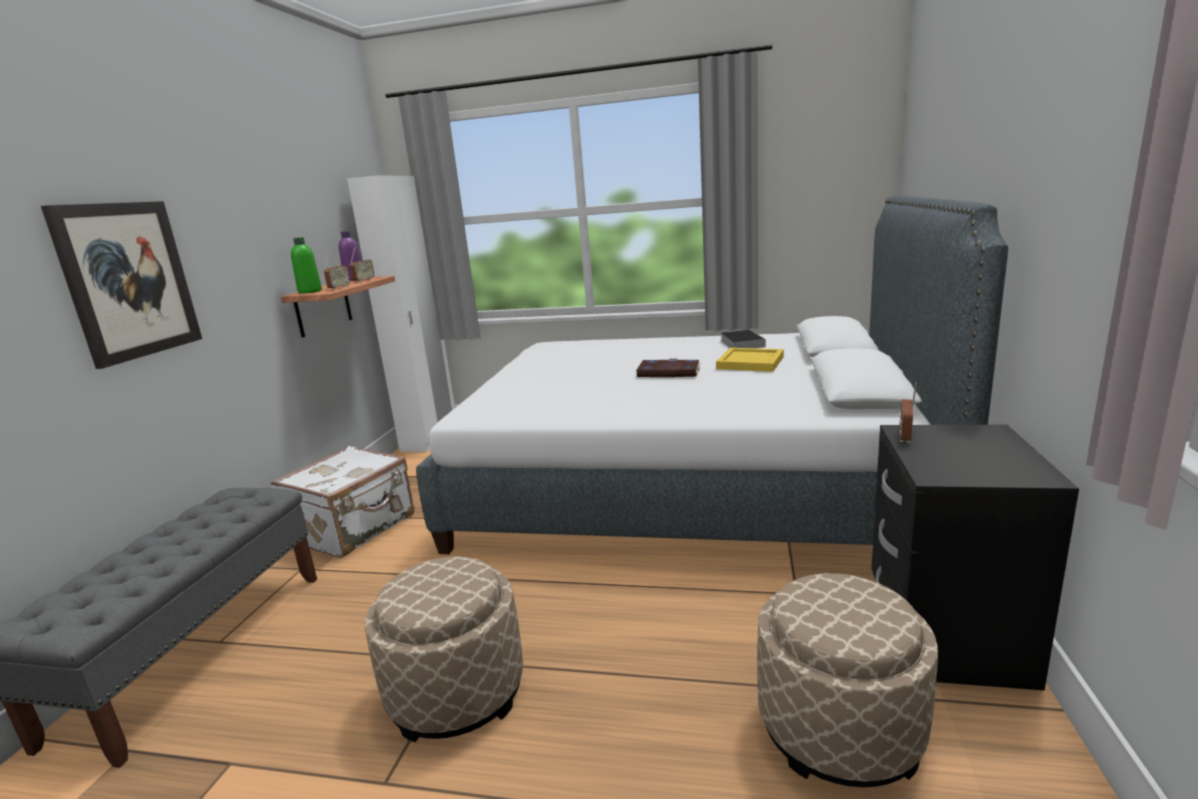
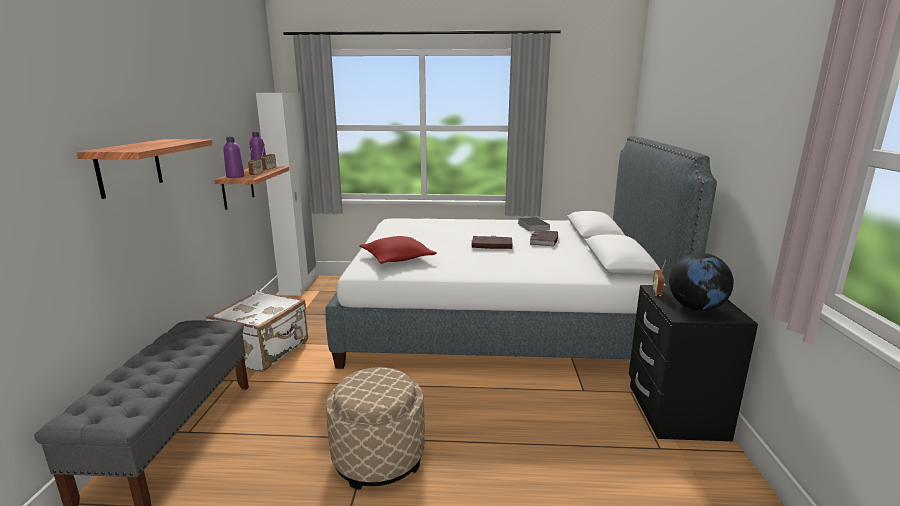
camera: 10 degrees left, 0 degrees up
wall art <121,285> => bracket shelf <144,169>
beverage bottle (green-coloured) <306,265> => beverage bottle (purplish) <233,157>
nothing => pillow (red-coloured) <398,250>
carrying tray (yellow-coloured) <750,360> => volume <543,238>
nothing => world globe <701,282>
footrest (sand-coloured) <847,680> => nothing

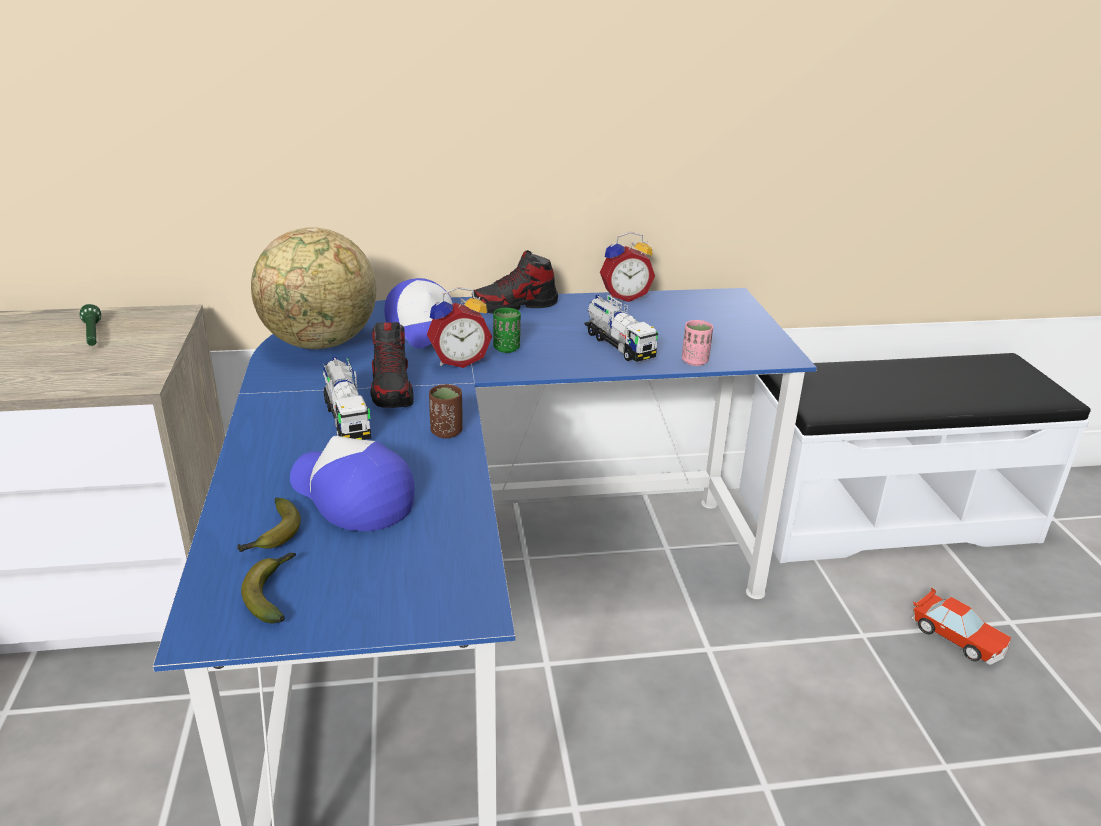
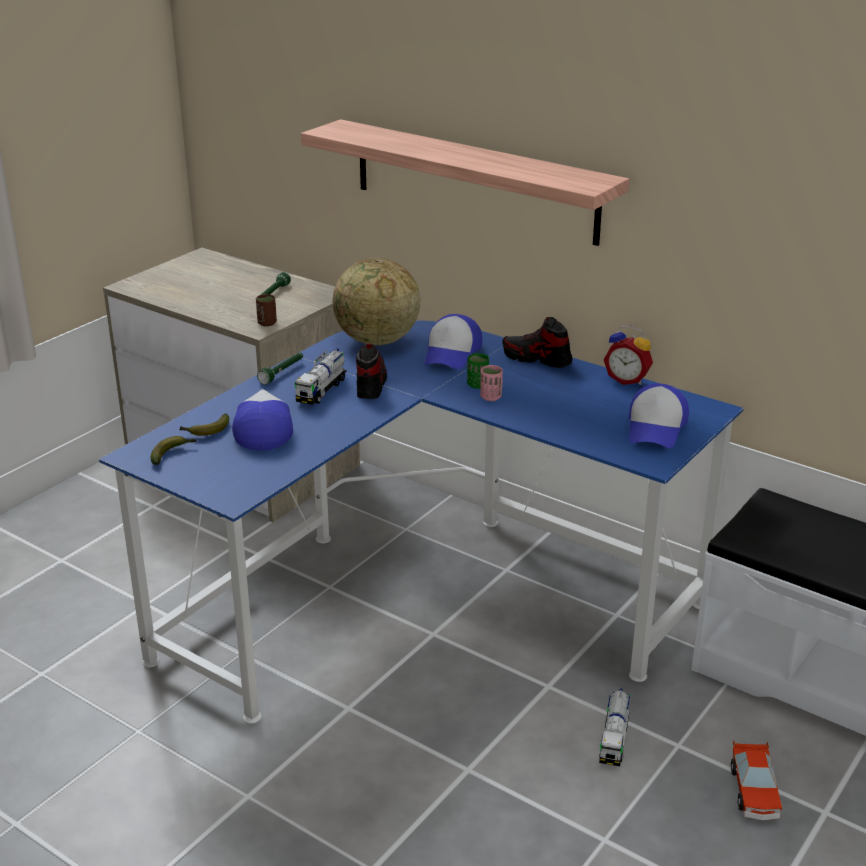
camera: 45 degrees right, 0 degrees up
small cup (brown) <445,411> => small cup (brown) <266,310>, shifted
nothing => flashlight (green-coloured) <280,369>
nothing => bracket shelf <465,182>
shoe <391,365> => shoe <371,371>, 150 degrees clockwise
small cup (pink-coloured) <697,343> => small cup (pink-coloured) <491,383>, shifted
toy truck <621,328> => toy truck <614,727>, shifted
nothing => cap <659,415>
table clock <459,327> => nothing

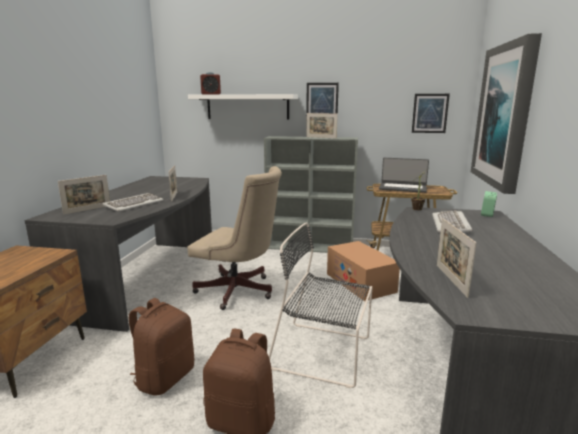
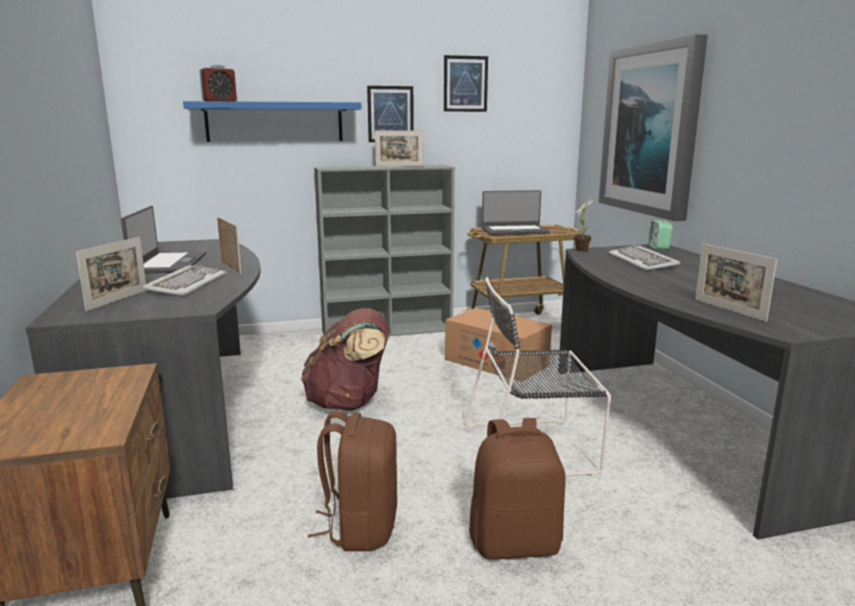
camera: 25 degrees left, 0 degrees up
nothing => portable computer <163,239>
bracket shelf (white) <243,107> => bracket shelf (blue-coloured) <272,121>
desk chair (sand-coloured) <234,238> => backpack (brown) <345,359>
wall art <431,113> => wall art <466,83>, shifted

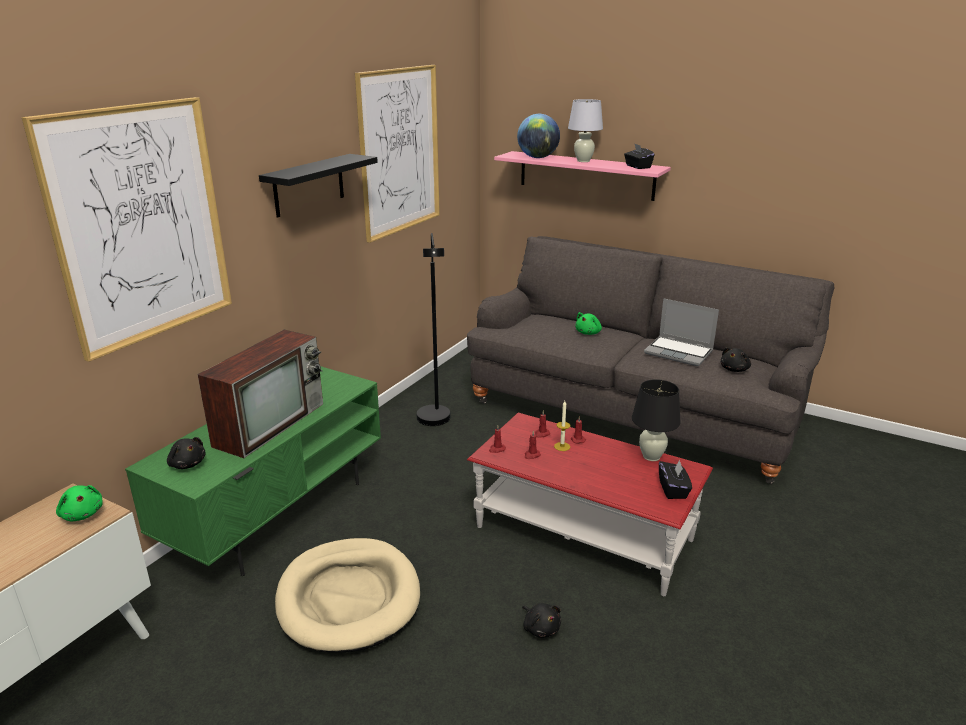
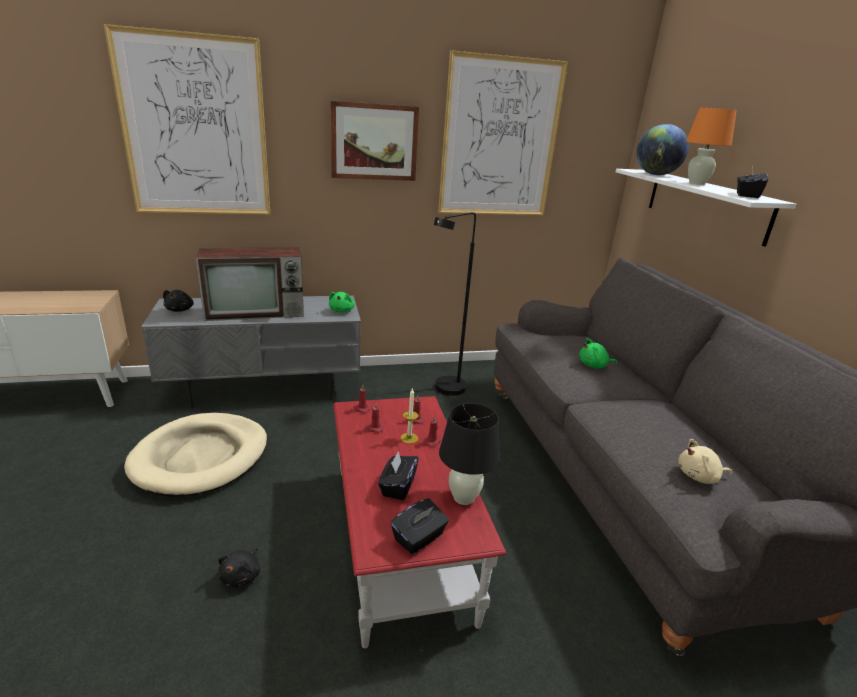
camera: 45 degrees right, 0 degrees up
tv stand (green-coloured) <253,471> => tv stand (greyish) <251,352>
cuddly toy (green-coloured) <79,503> => cuddly toy (green-coloured) <342,302>, shifted
bracket shelf (blackish) <318,186> => wall art <374,141>
nothing => tissue holder (blackish) <398,475>
bracket shelf (pink-coloured) <582,176> => bracket shelf (white) <706,208>
cuddly toy (blackish) <736,359> => cuddly toy (sand-coloured) <705,461>
lamp for a table (white) <585,130> => lamp for a table (orange) <711,146>
portable computer <681,332> => nothing

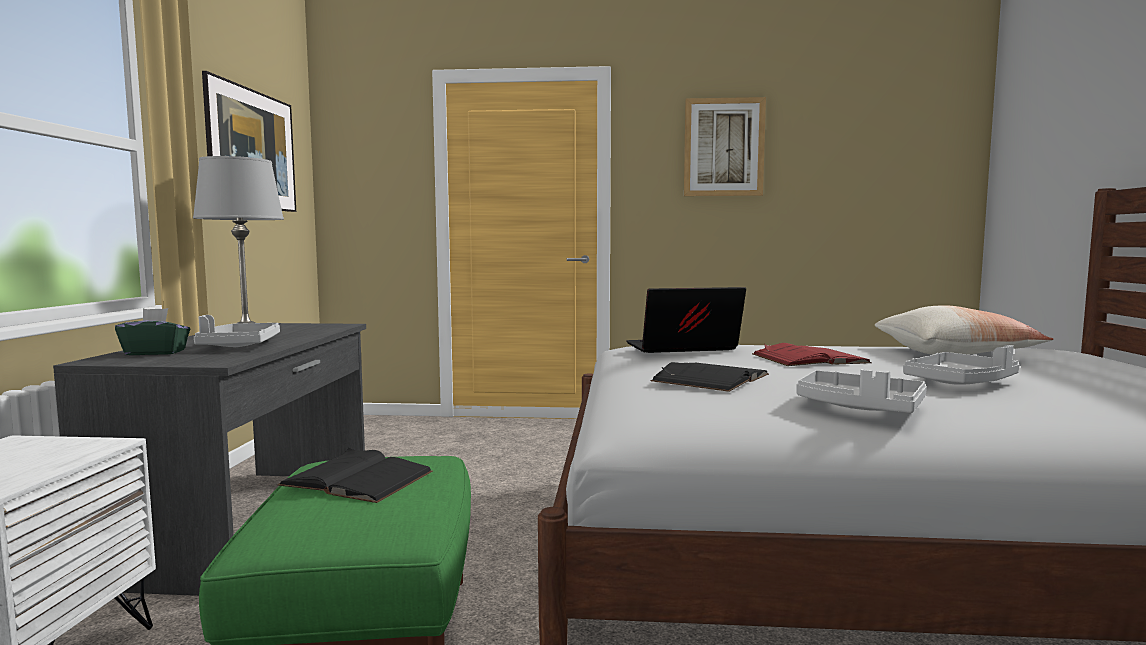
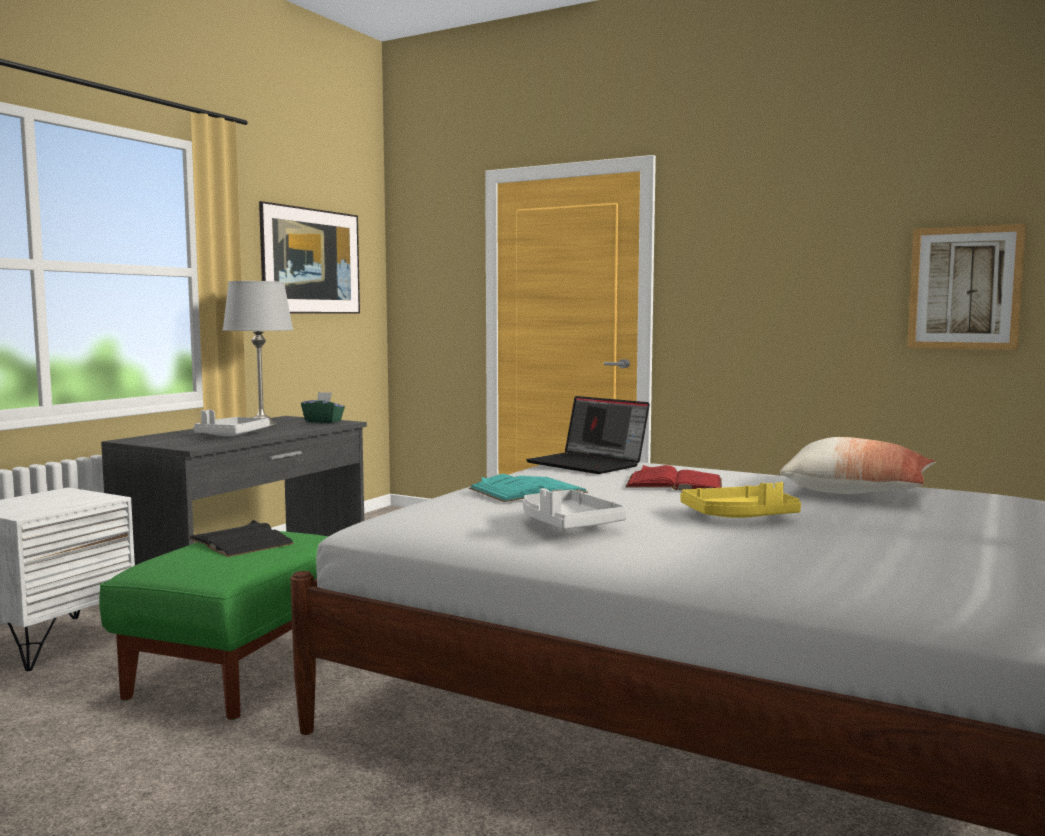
camera: 25 degrees right, 0 degrees up
tissue holder (green-coloured) <152,331> => tissue holder (green-coloured) <323,407>, shifted
volume (blackish) <710,377> => volume (turquoise-coloured) <528,488>
portable computer <686,320> => portable computer <588,435>, 150 degrees counterclockwise
carrying tray (greyish) <961,365> => carrying tray (yellow-coloured) <740,500>
wall art <725,146> => wall art <966,287>, shifted

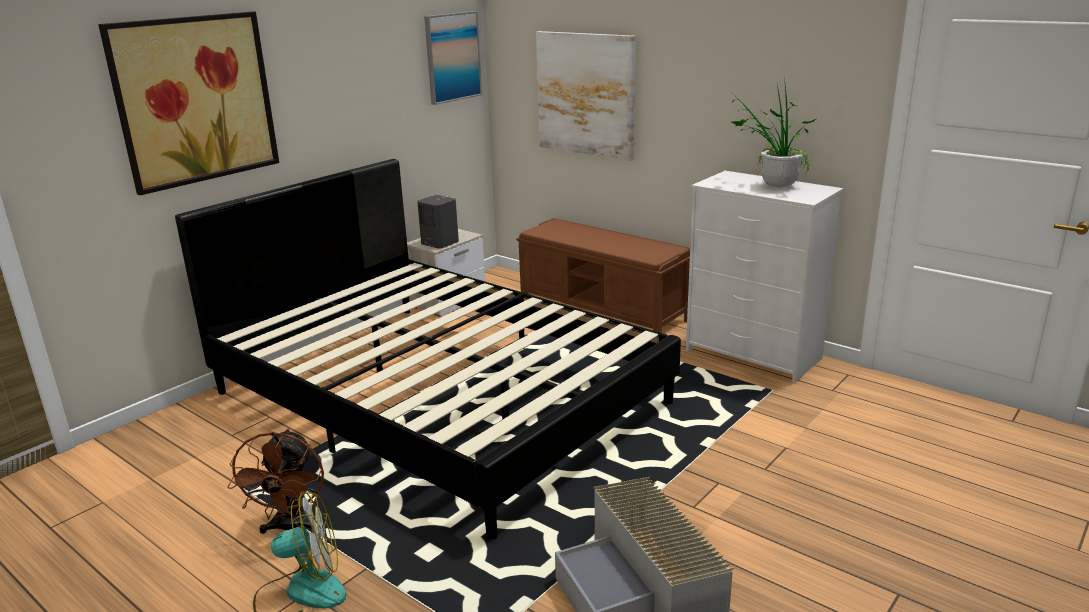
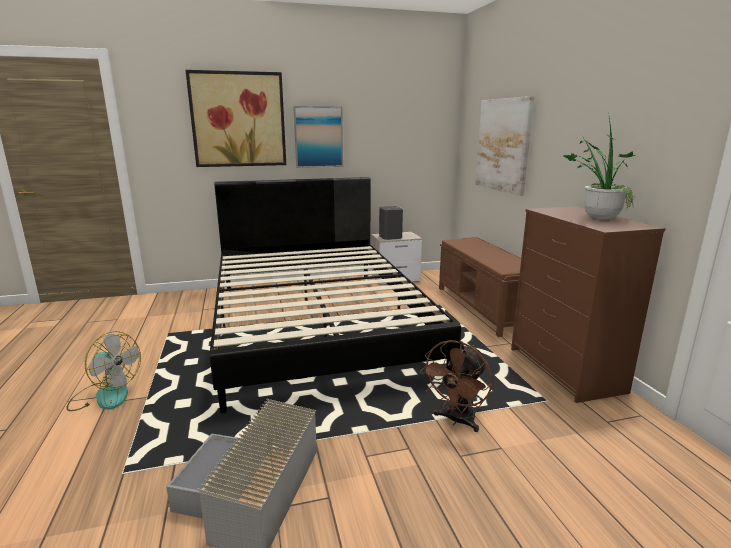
camera: 35 degrees right, 5 degrees down
wall art <453,58> => wall art <318,137>, shifted
fan (brown) <276,481> => fan (brown) <456,386>, shifted
chest of drawers (white) <764,277> => chest of drawers (brown) <588,304>

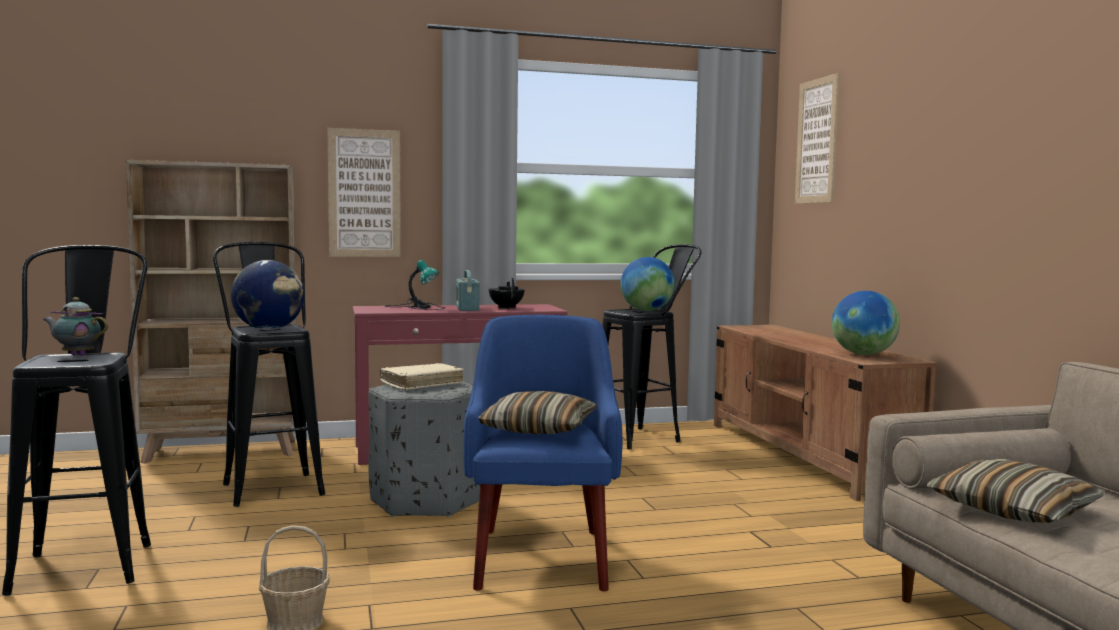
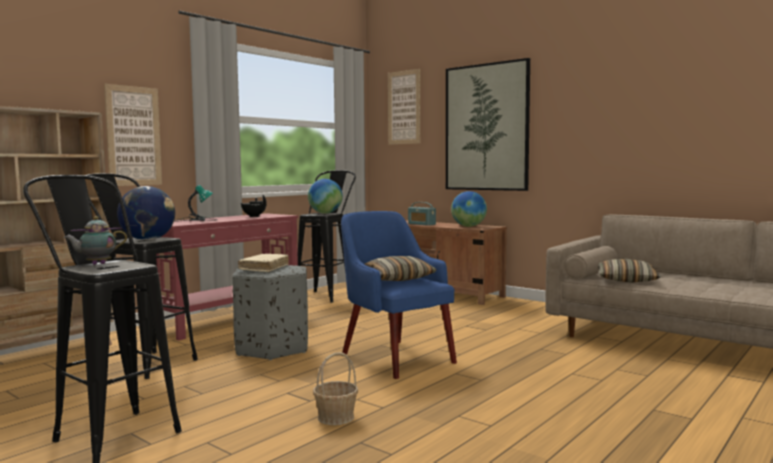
camera: 35 degrees left, 0 degrees up
radio <468,290> => radio <422,214>, shifted
nothing => wall art <488,124>

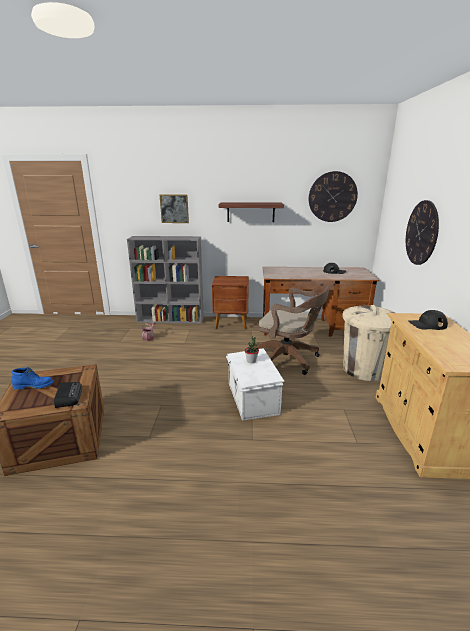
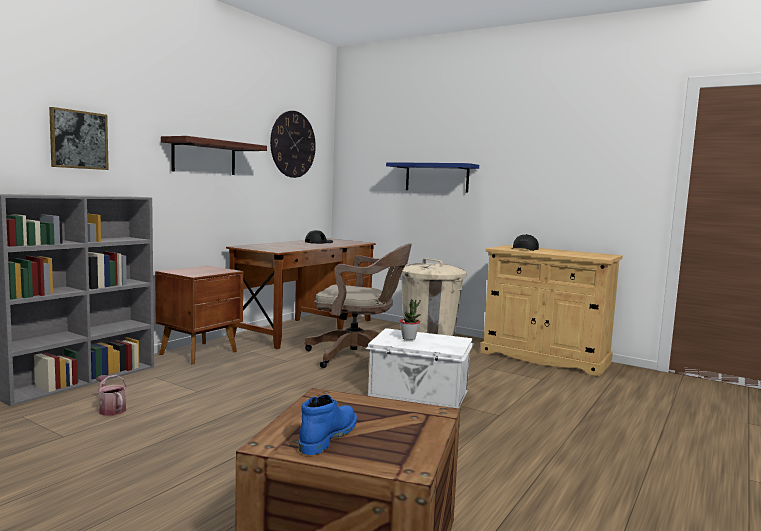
camera: 60 degrees left, 15 degrees down
desk chair (brown) <292,330> => desk chair (brown) <358,306>, 45 degrees clockwise
clock on the wall <422,232> => bracket shelf (blue-coloured) <432,177>
radio <68,395> => nothing

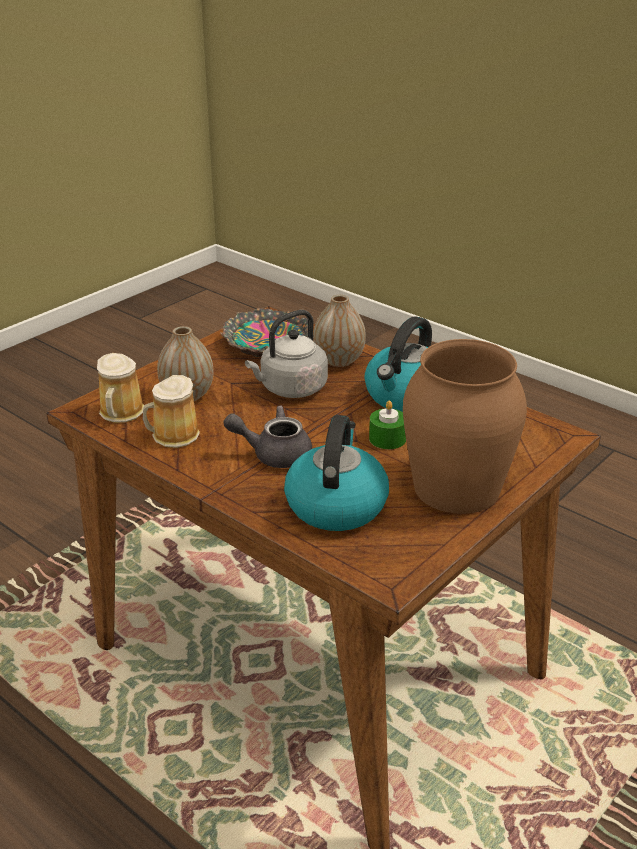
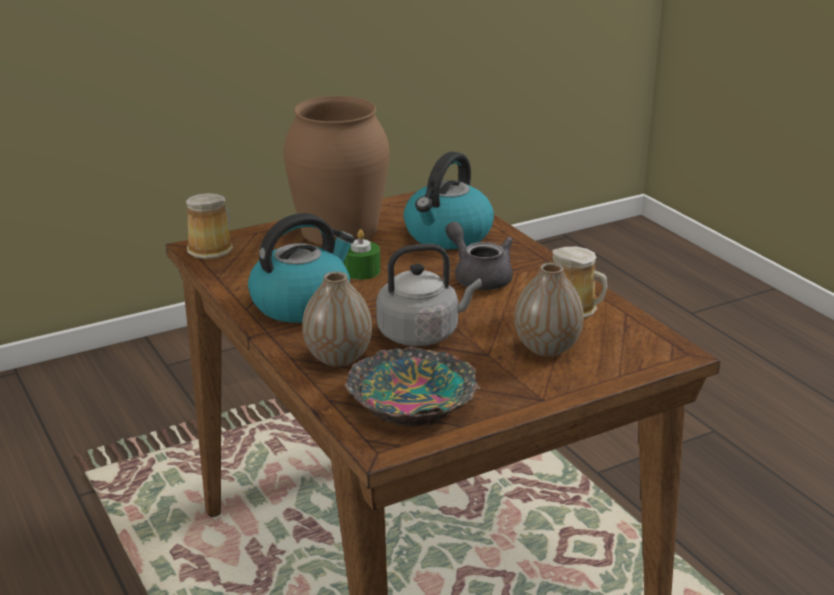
camera: 160 degrees left, 5 degrees down
coffee mug <120,388> => coffee mug <209,226>, shifted
teapot (greyish) <268,437> => teapot (greyish) <479,256>, 150 degrees counterclockwise

